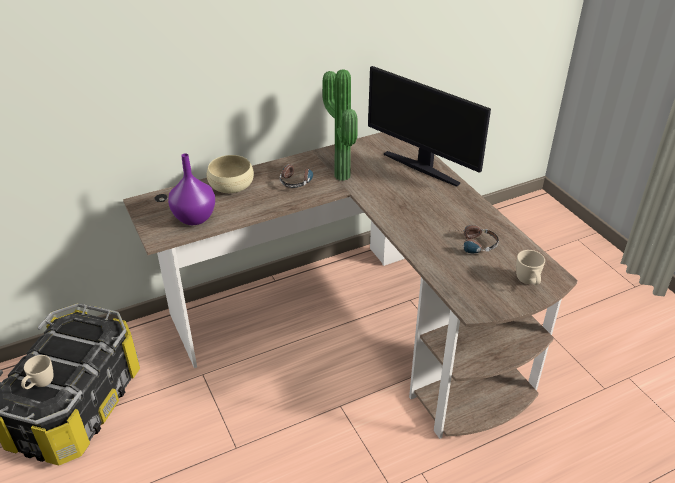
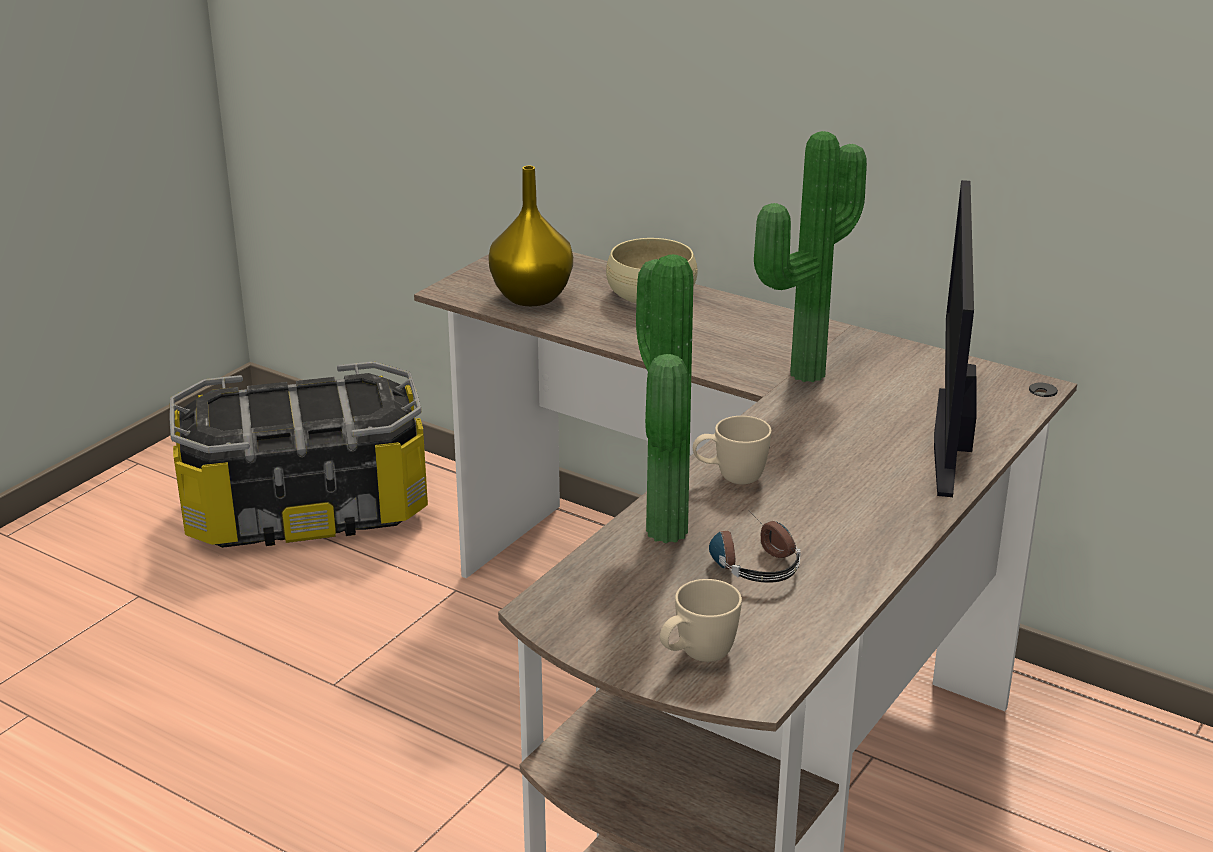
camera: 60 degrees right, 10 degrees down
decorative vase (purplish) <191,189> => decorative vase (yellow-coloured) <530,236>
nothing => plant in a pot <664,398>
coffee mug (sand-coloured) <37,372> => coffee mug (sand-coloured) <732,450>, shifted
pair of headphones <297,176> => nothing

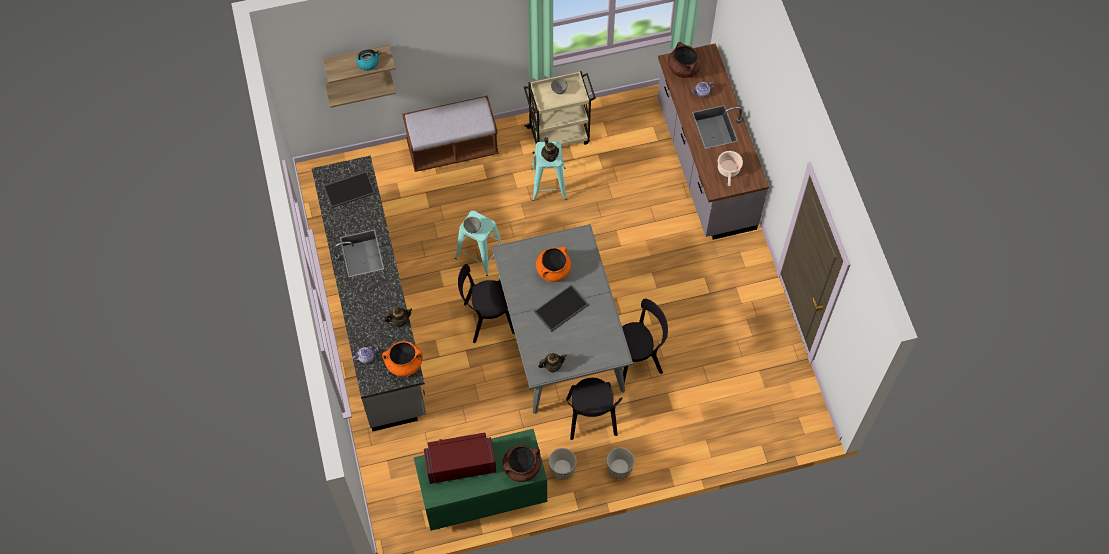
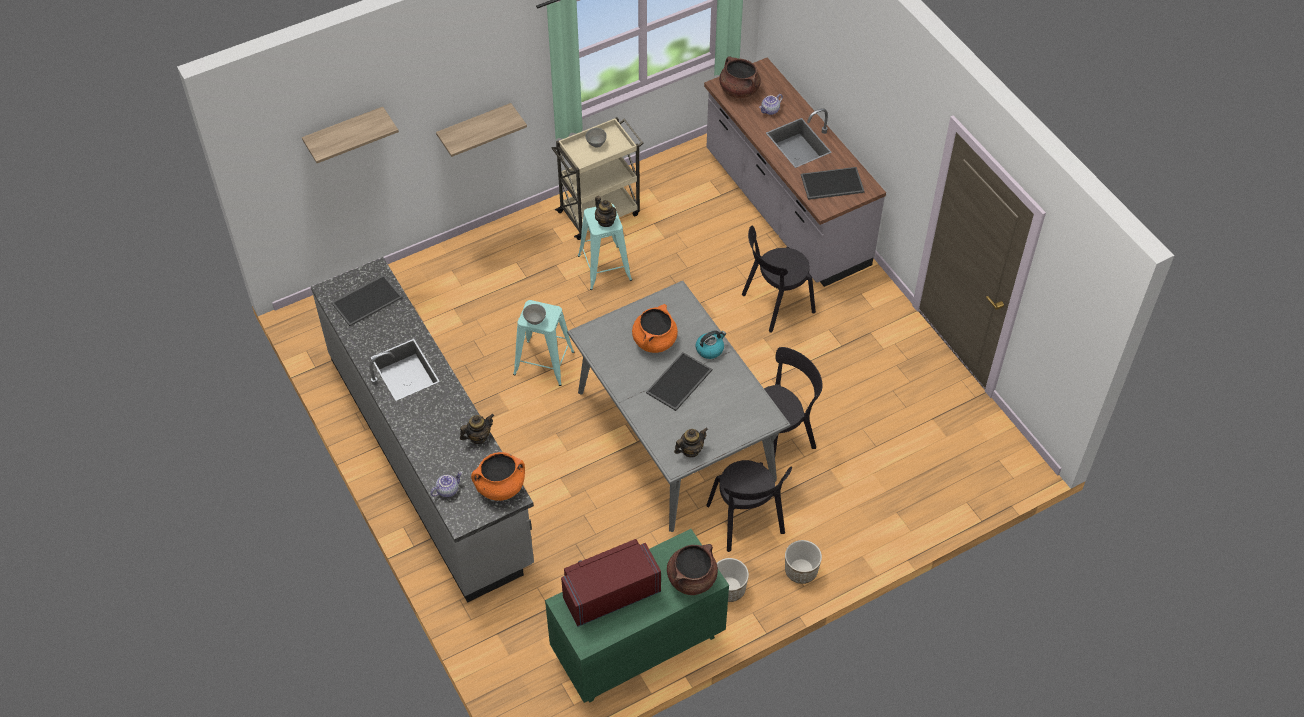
camera: 15 degrees left, 10 degrees down
bracket shelf <360,89> => bracket shelf <481,130>, shifted
water kettle <368,60> => water kettle <711,344>, shifted
upright chair (blackish) <486,303> => upright chair (blackish) <779,279>, shifted
saucepot <730,168> => carrying tray <833,183>
indoor bench (brown) <450,134> => nothing

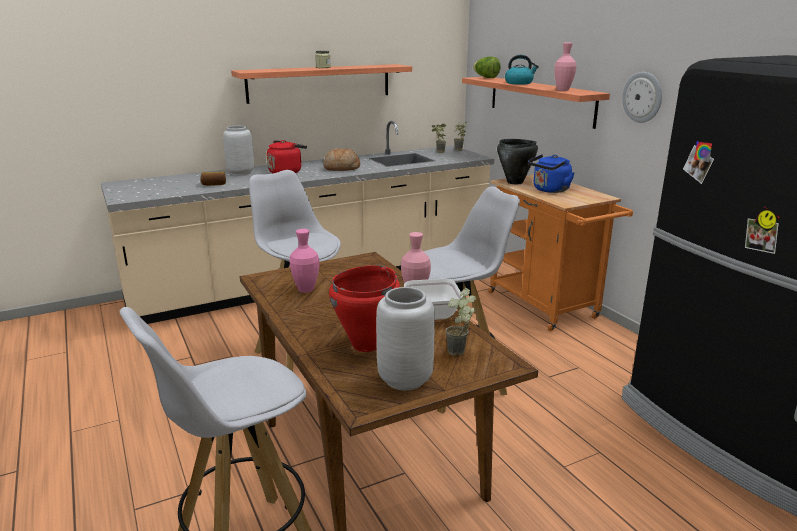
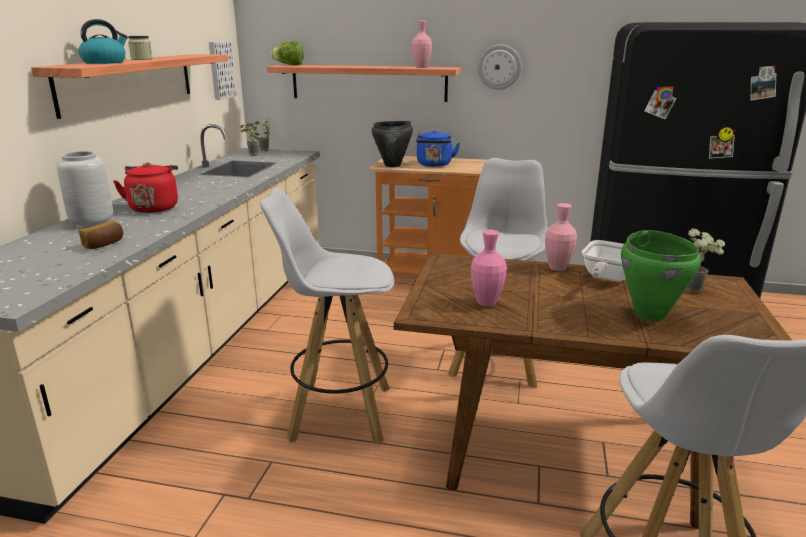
camera: 50 degrees left, 0 degrees up
water kettle <522,69> => water kettle <103,41>, shifted
nothing => wall art <223,70>
saucepot (red-coloured) <364,308> => saucepot (green-coloured) <661,275>
baked bread <341,159> => nothing
decorative vase (greyish) <405,338> => nothing

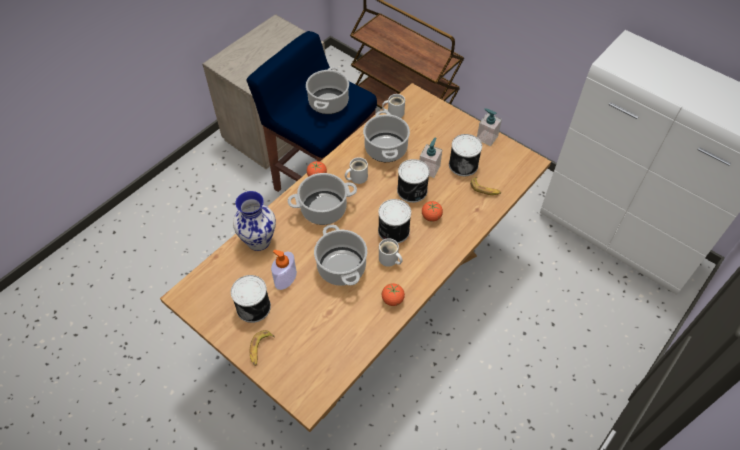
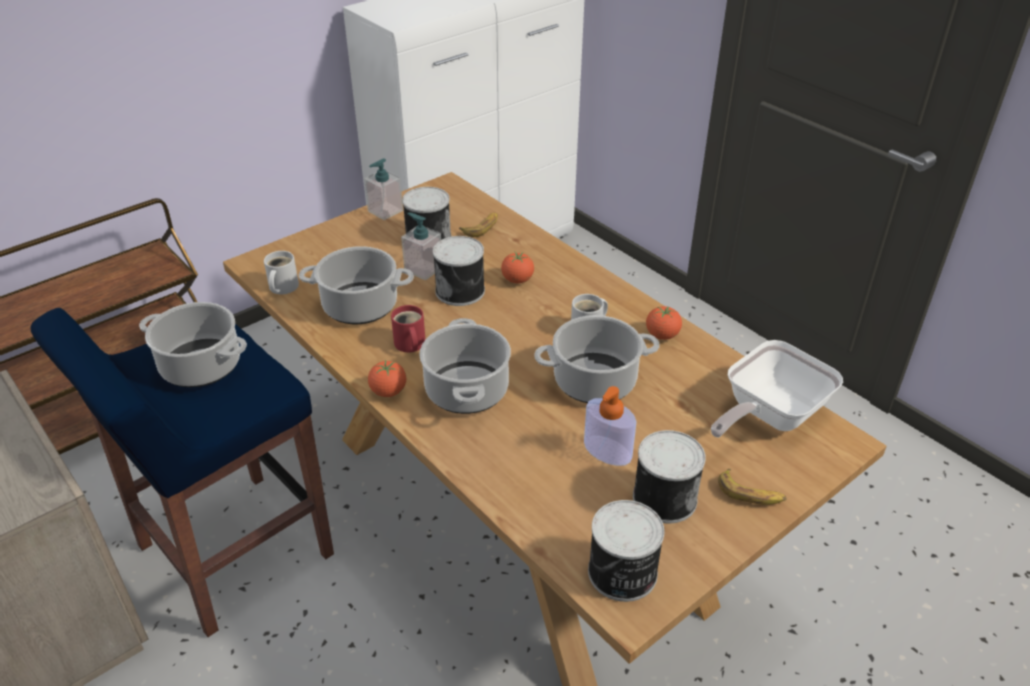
camera: 80 degrees left, 15 degrees down
coffee mug (white) <356,170> => coffee mug (red-coloured) <408,329>
metal can <394,221> => metal can <626,551>, shifted
nothing => pan <777,388>
decorative vase <254,221> => nothing

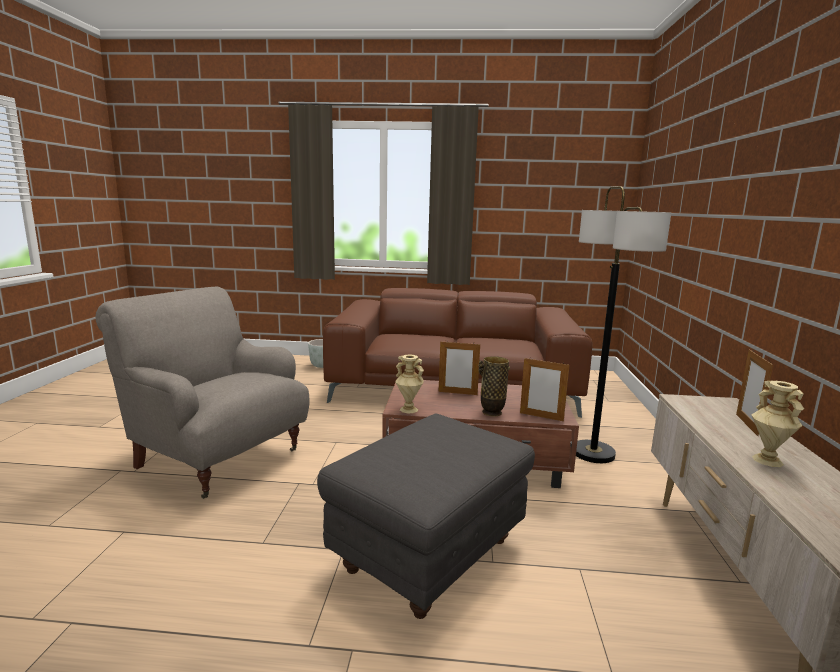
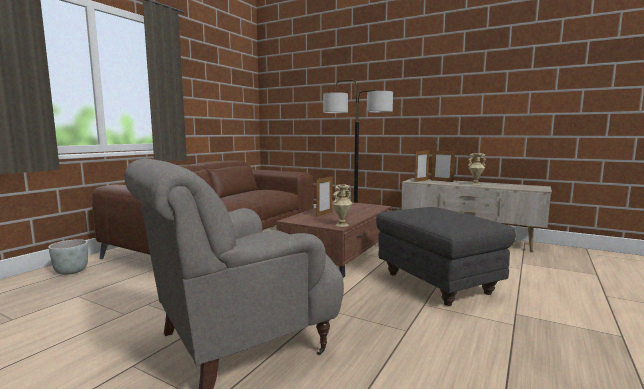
camera: 65 degrees left, 5 degrees down
standing frame <544,389> => standing frame <422,166>, shifted
decorative vase <494,386> => nothing

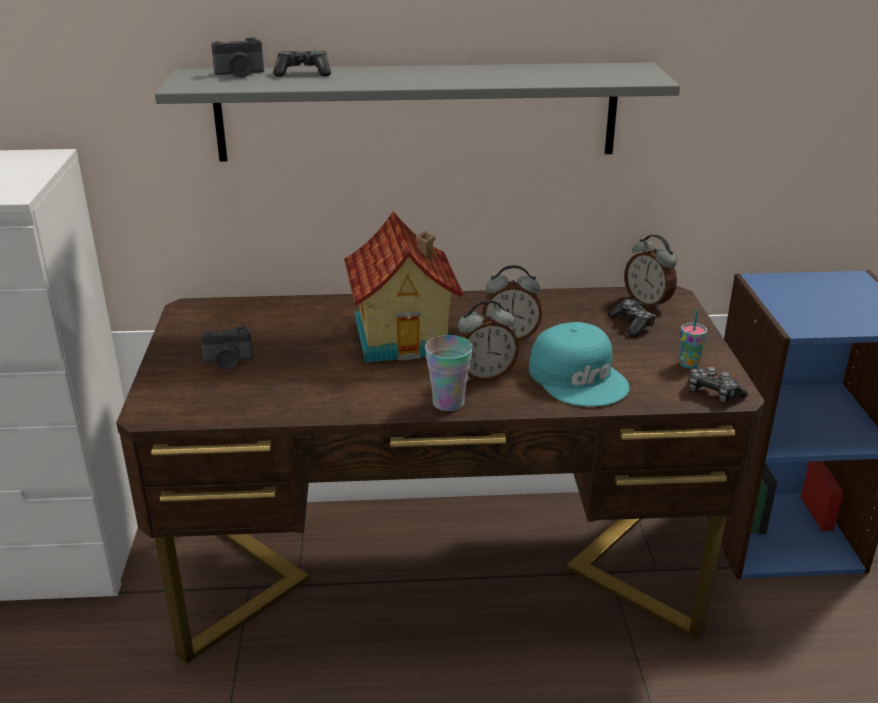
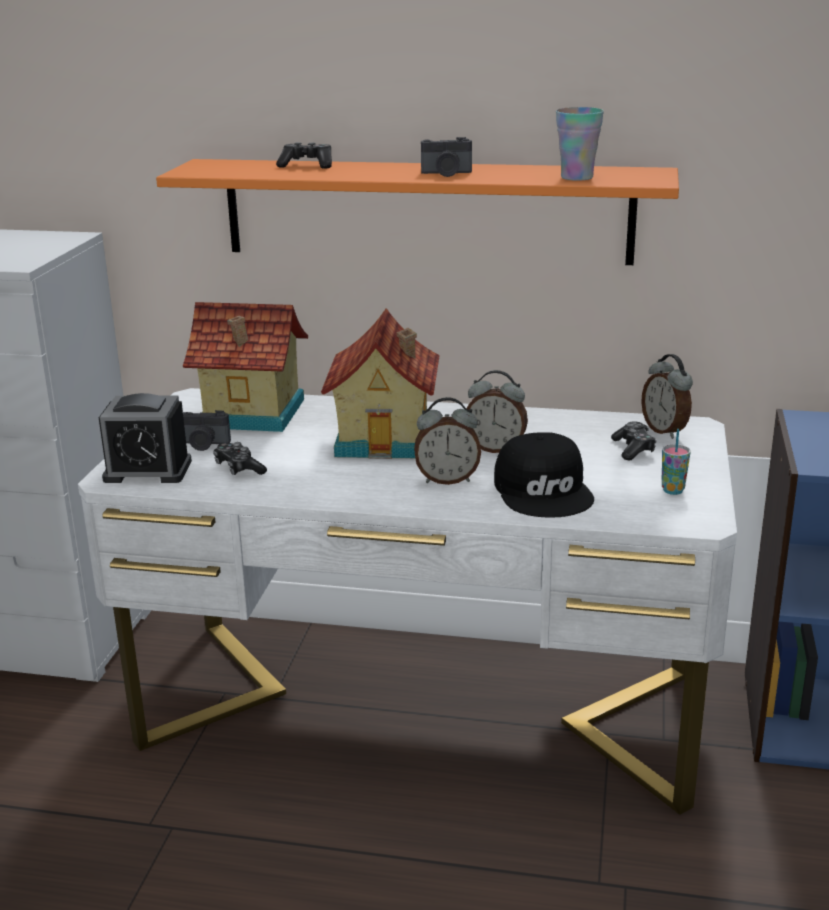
camera: 15 degrees right, 5 degrees down
desk (brown) <440,474> => desk (white) <407,601>
nothing => table clock <145,438>
bracket shelf (greyish) <417,112> => bracket shelf (orange) <417,212>
nothing => toy house <245,367>
game controller <718,384> => game controller <240,458>, shifted
photo camera <237,58> => photo camera <446,157>, shifted
cap (turquoise-coloured) <579,364> => cap (blackish) <544,475>
small cup <449,373> => small cup <580,144>, shifted

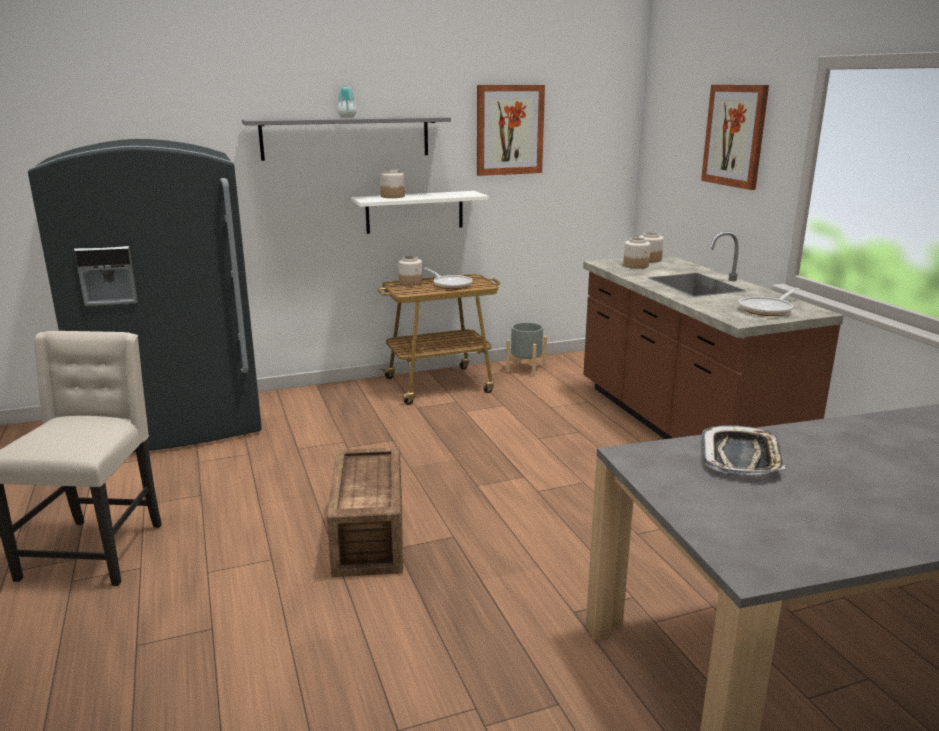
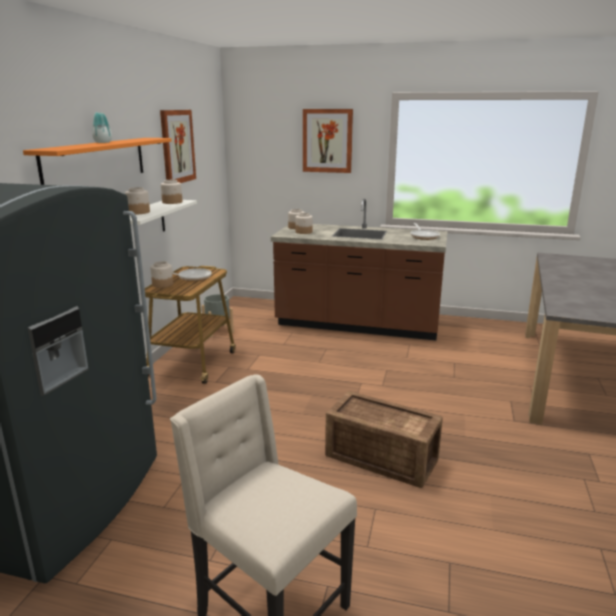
camera: 55 degrees left, 0 degrees up
bracket shelf (greyish) <346,138> => bracket shelf (orange) <97,161>
nothing => preserve jar <172,192>
carrying tray <743,450> => nothing

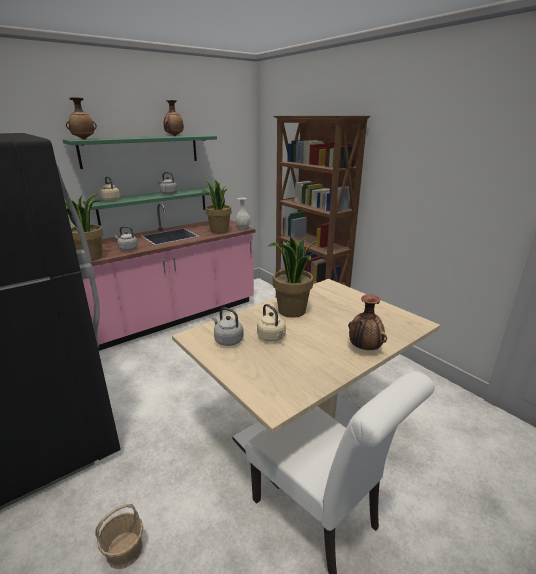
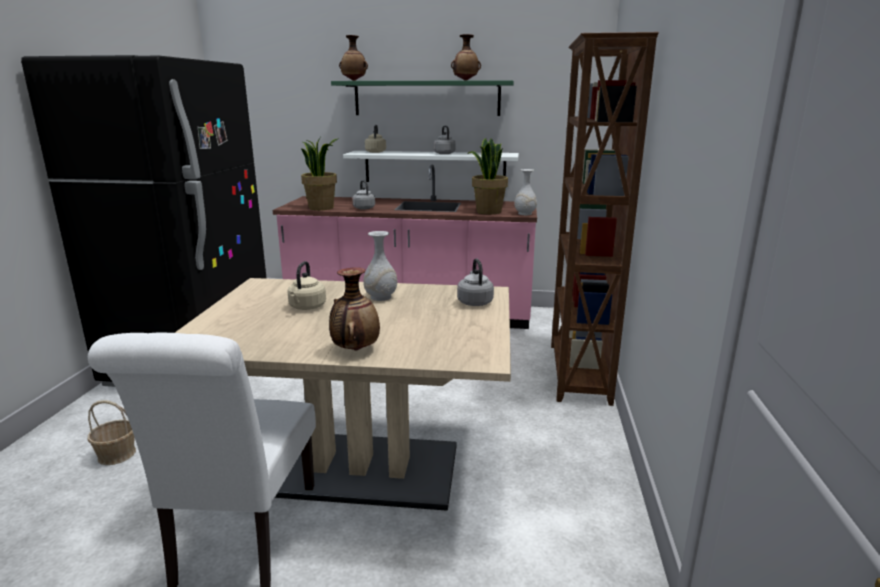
camera: 45 degrees right, 5 degrees down
bracket shelf (green-coloured) <153,206> => bracket shelf (white) <431,166>
plant in a pot <293,277> => decorative vase (white) <380,266>
water kettle (greyish) <228,326> => water kettle (greyish) <475,282>, shifted

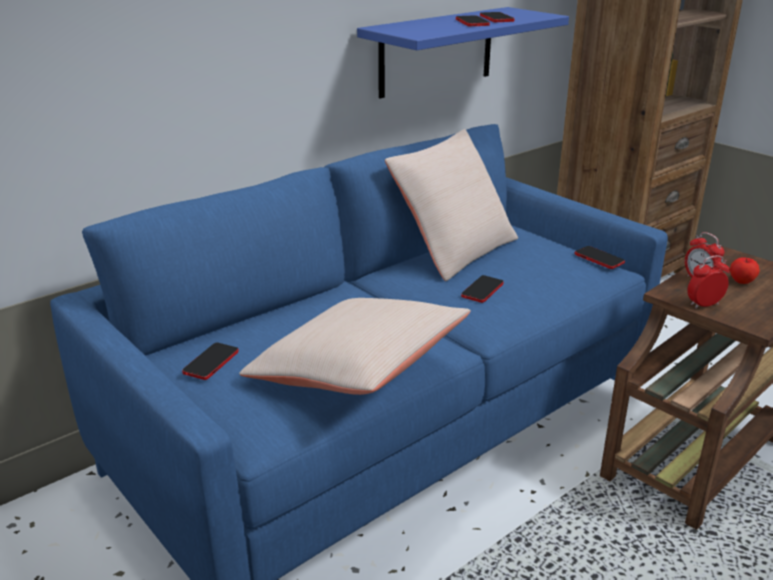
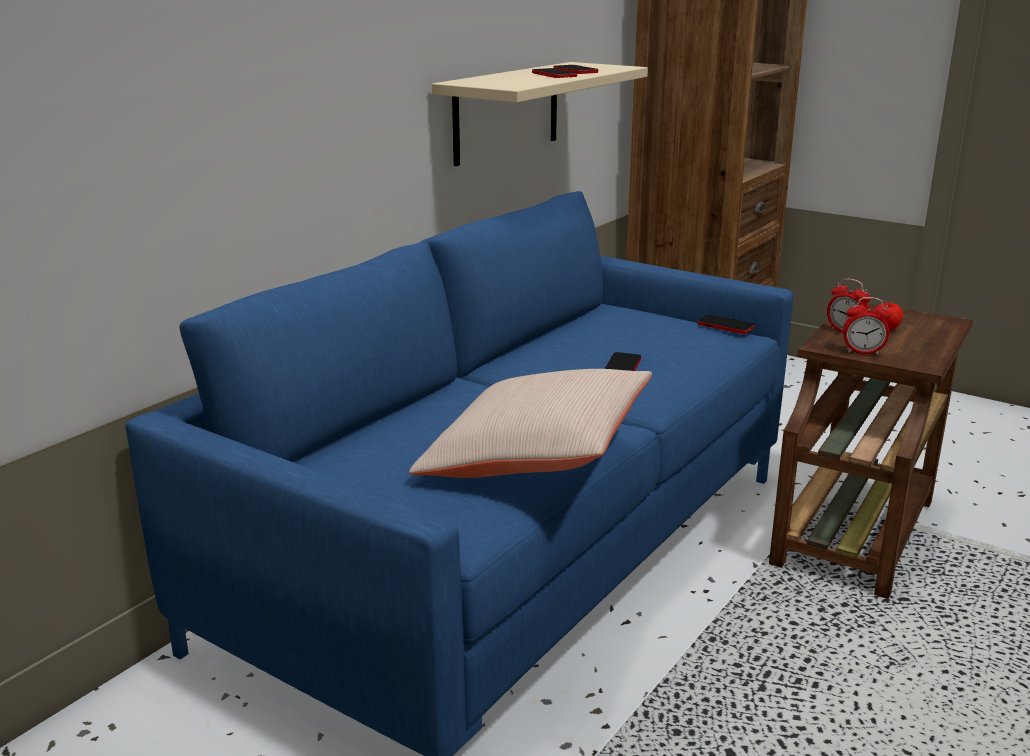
camera: 15 degrees left, 5 degrees down
bracket shelf (blue-coloured) <463,53> => bracket shelf (sand-coloured) <540,114>
table clock <708,282> => table clock <867,326>, 135 degrees counterclockwise
phone <210,361> => nothing
pillow (sand-coloured) <451,205> => nothing

